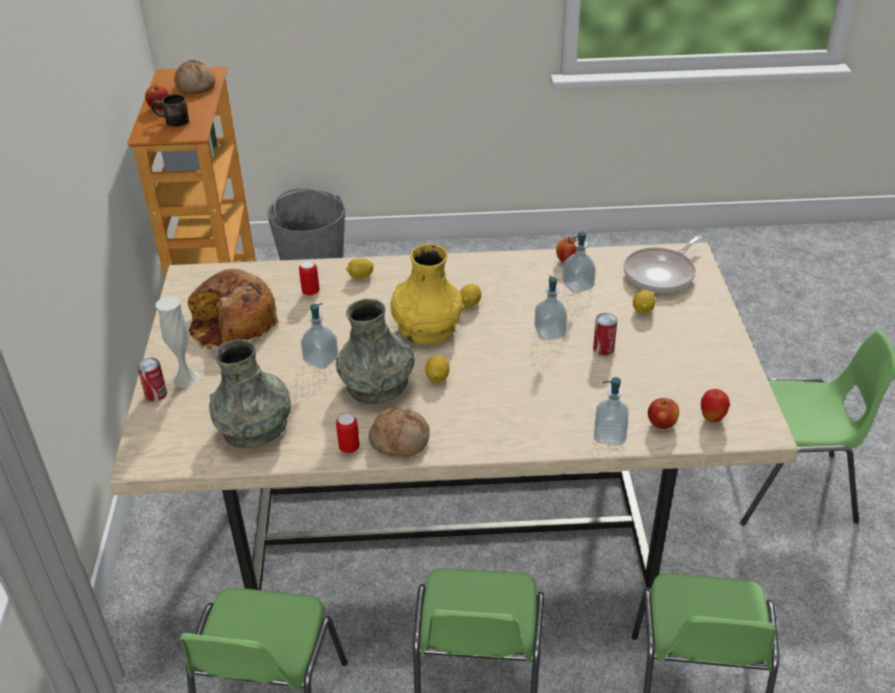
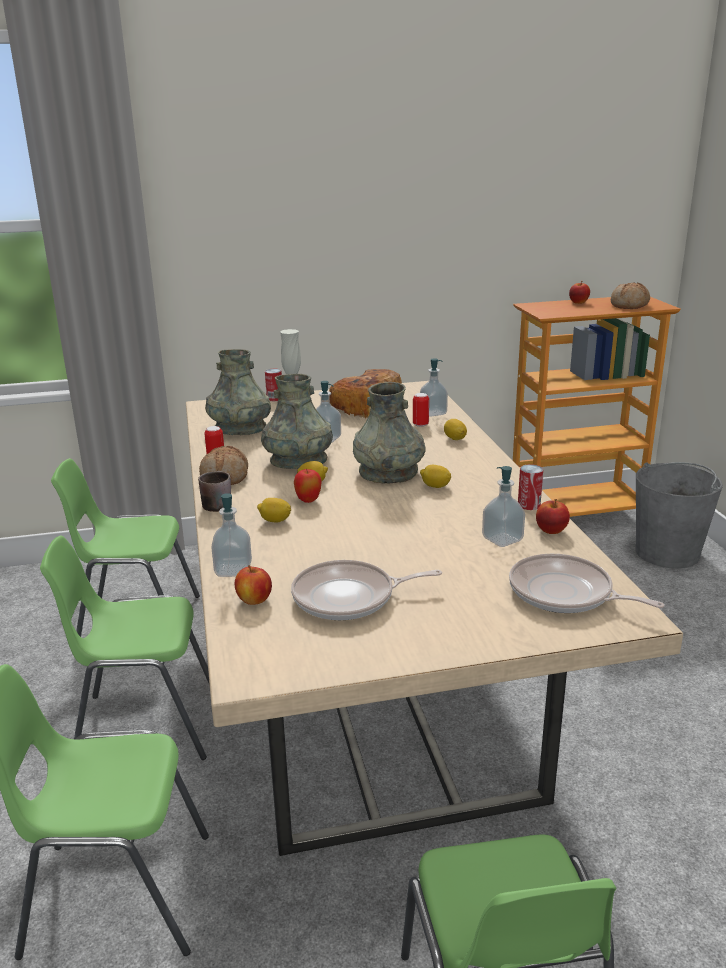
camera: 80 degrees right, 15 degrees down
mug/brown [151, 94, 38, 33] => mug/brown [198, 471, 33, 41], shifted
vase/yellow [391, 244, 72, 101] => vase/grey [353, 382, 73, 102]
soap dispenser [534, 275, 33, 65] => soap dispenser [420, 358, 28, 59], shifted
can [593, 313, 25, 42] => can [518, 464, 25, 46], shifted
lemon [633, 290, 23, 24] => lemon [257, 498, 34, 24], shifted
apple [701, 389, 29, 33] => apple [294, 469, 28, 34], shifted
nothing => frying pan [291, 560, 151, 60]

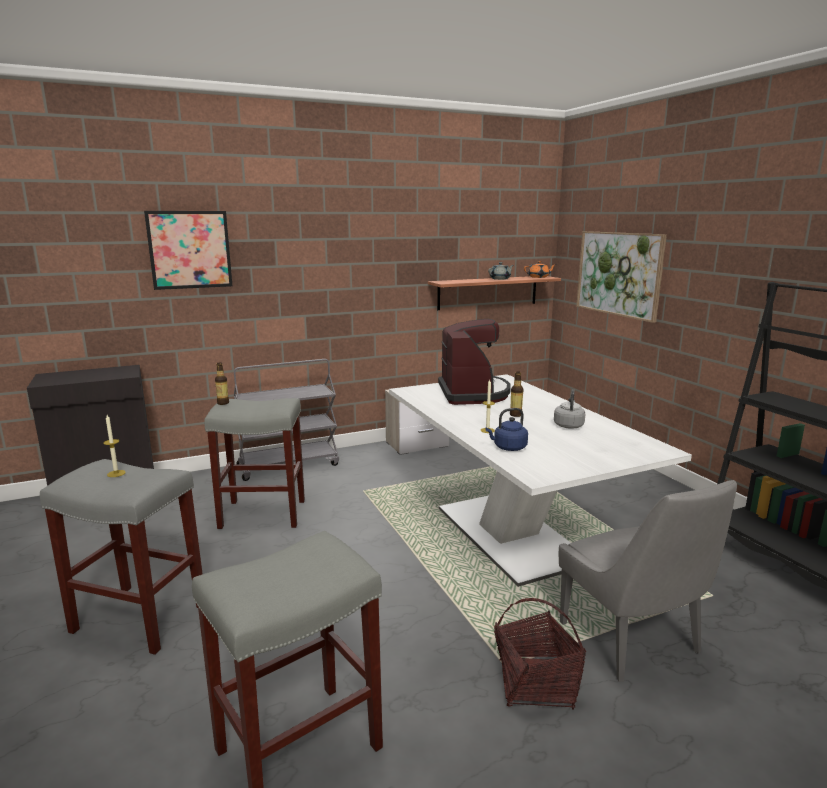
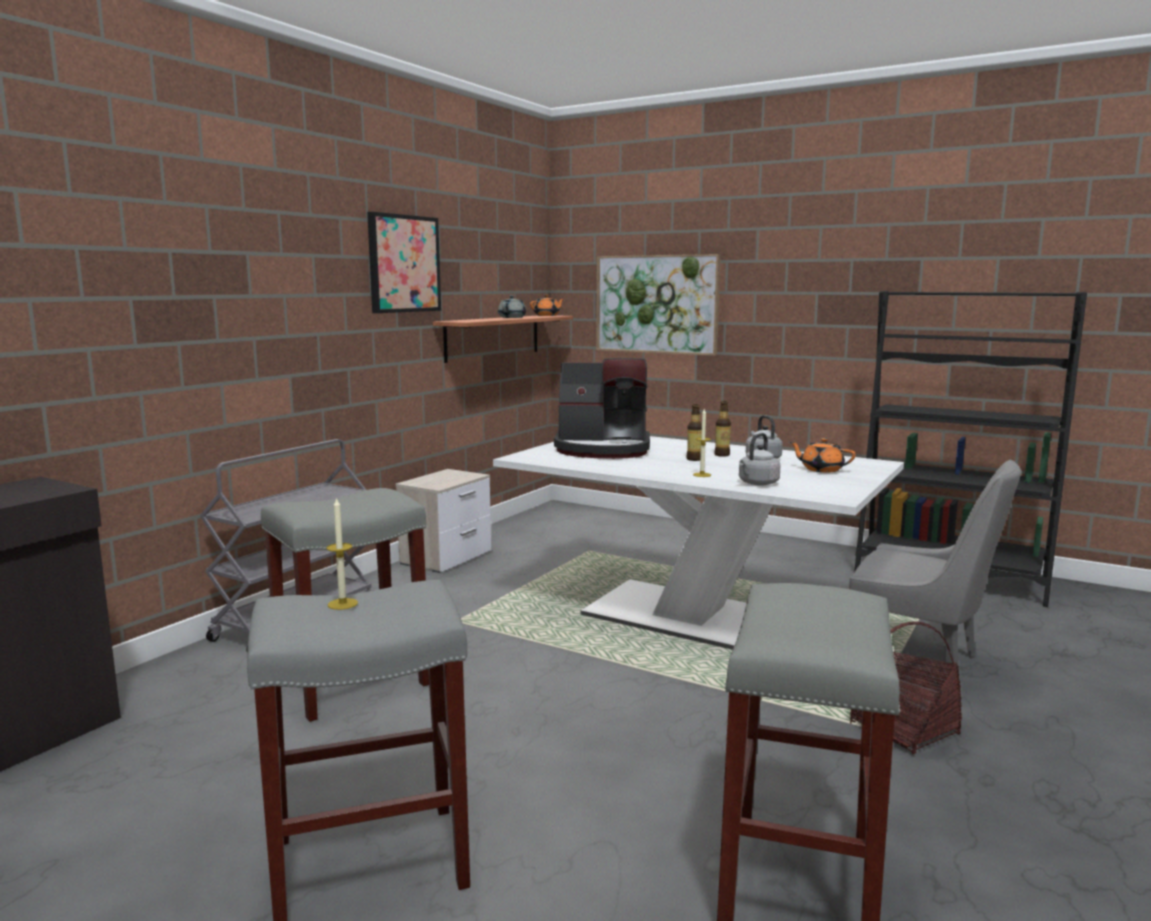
camera: 35 degrees left, 5 degrees down
picture [144, 211, 88, 79] => picture [367, 212, 74, 101], shifted
bottle [215, 363, 14, 42] => bottle [715, 401, 16, 56], shifted
coffee machine [438, 319, 73, 86] => coffee machine [554, 358, 96, 101], 135 degrees clockwise
kettle/blue [485, 408, 43, 43] => kettle/grey [739, 433, 41, 53]
nothing => teapot/orange [789, 438, 67, 34]

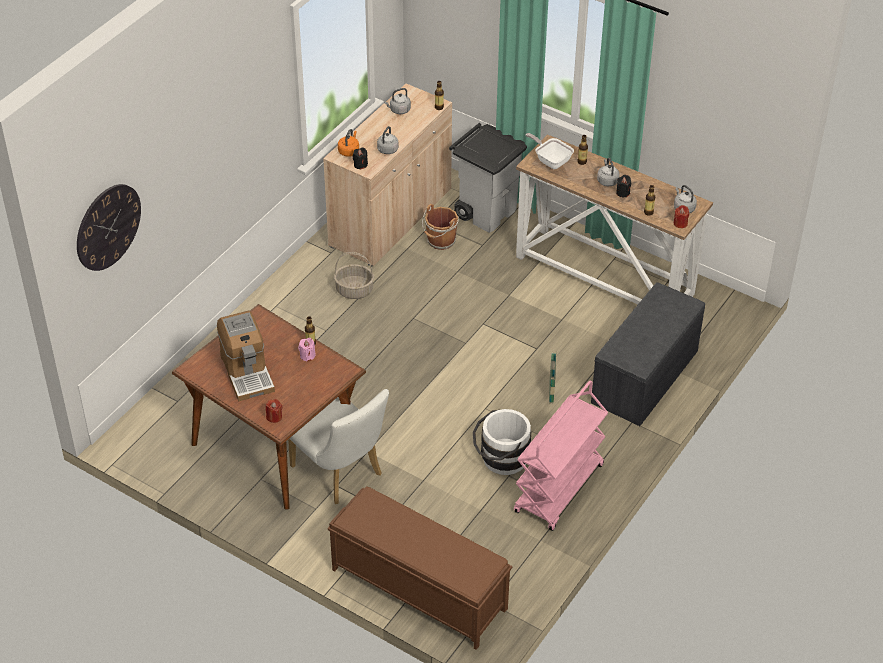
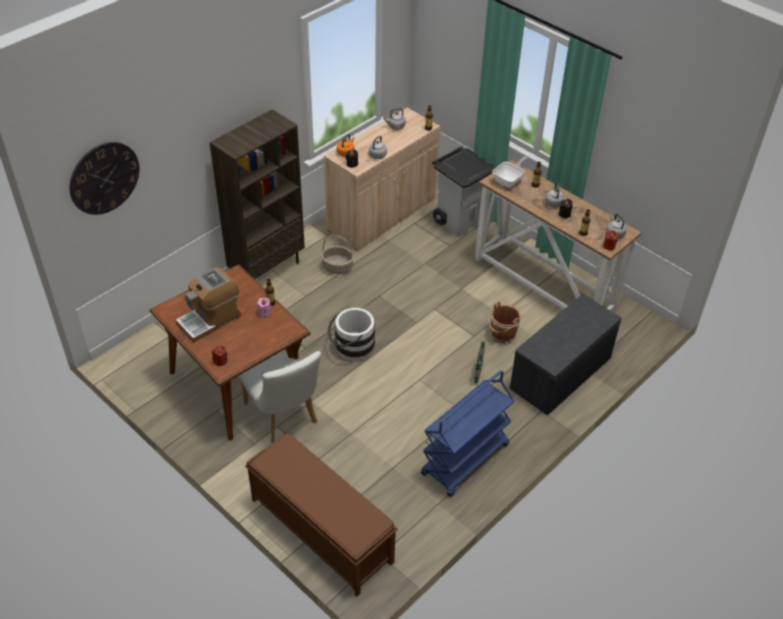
camera: 10 degrees right, 0 degrees up
coffee machine [217, 311, 58, 90] => coffee machine [176, 267, 65, 75], 60 degrees clockwise
bucket/brown [422, 204, 37, 46] => bucket/brown [488, 301, 34, 42], shifted
bucket/white [473, 409, 58, 66] => bucket/white [328, 308, 47, 53], shifted
cart/pink [514, 381, 94, 150] => cart/blue [421, 370, 94, 127]
frying pan [525, 133, 49, 36] => frying pan [492, 157, 36, 31], 75 degrees clockwise
nothing => bookcase/brown [210, 109, 95, 170]

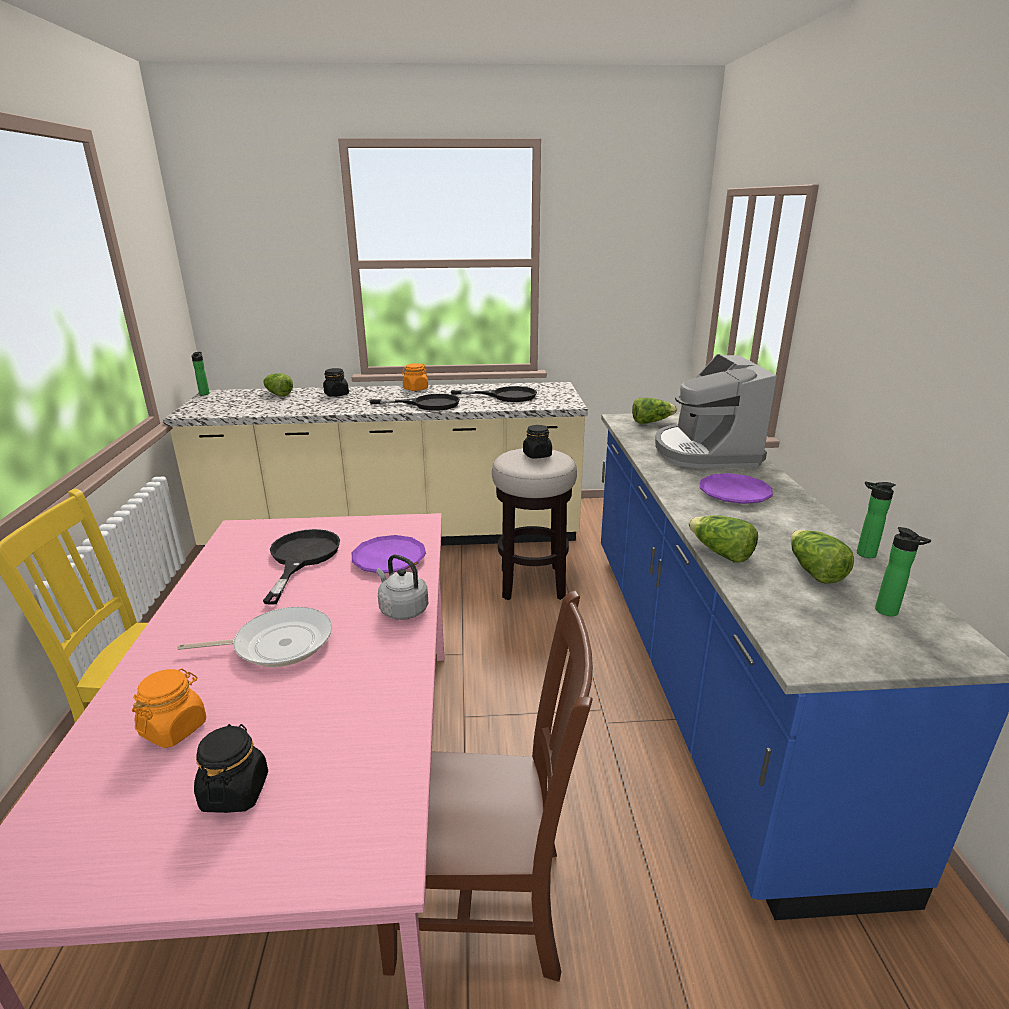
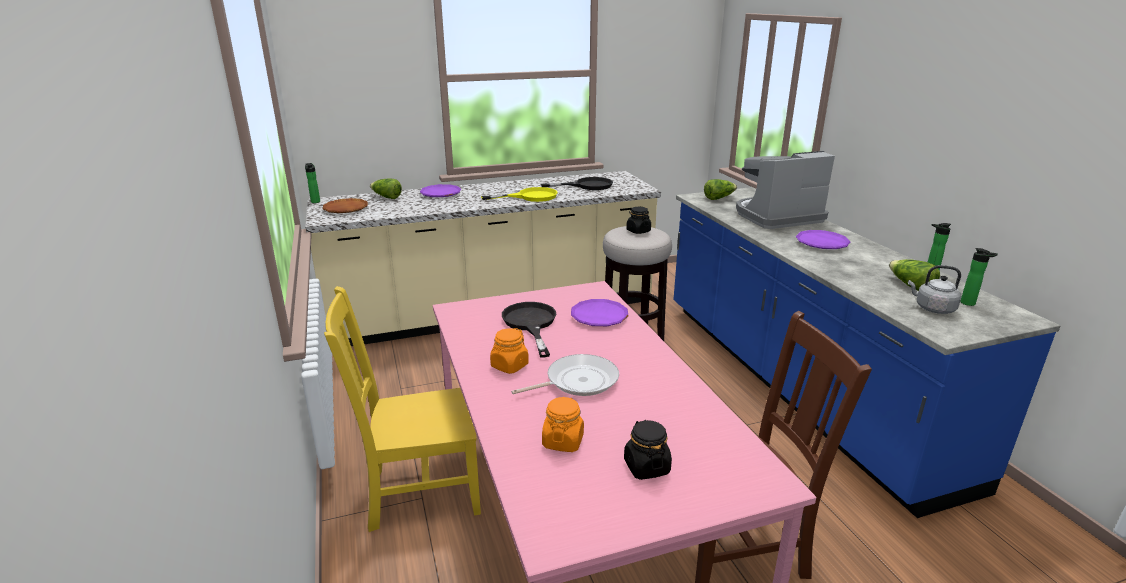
camera: 15 degrees left, 0 degrees up
jar/black [323, 368, 26, 29] => plate/purple [420, 184, 41, 13]
frying pan/black [369, 394, 91, 17] => frying pan/yellow [481, 187, 77, 15]
kettle/grey [376, 554, 52, 66] => kettle/grey [908, 265, 53, 49], shifted
jar/orange [402, 363, 26, 28] => jar/orange [490, 328, 39, 46], shifted
coffee machine [655, 354, 122, 114] => coffee machine [736, 151, 99, 78], 90 degrees clockwise
lettuce [688, 515, 70, 48] => nothing
nothing => plate/brown [323, 198, 45, 15]

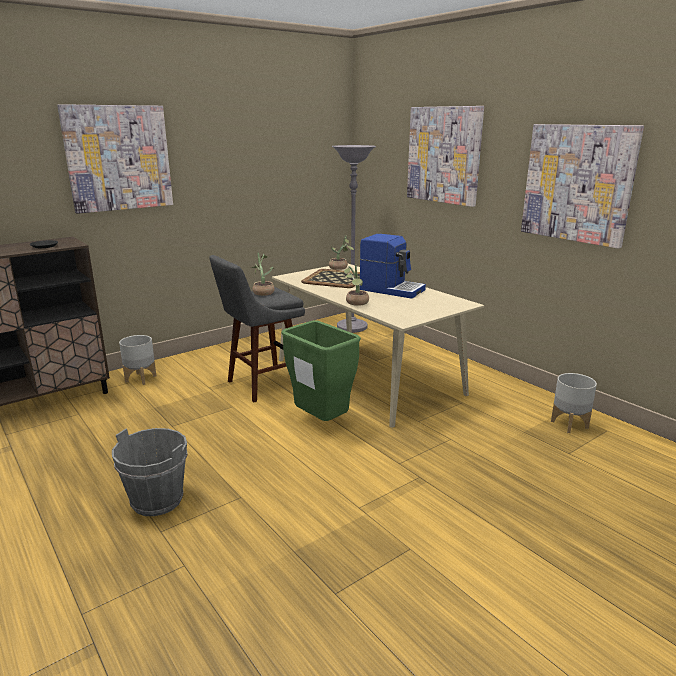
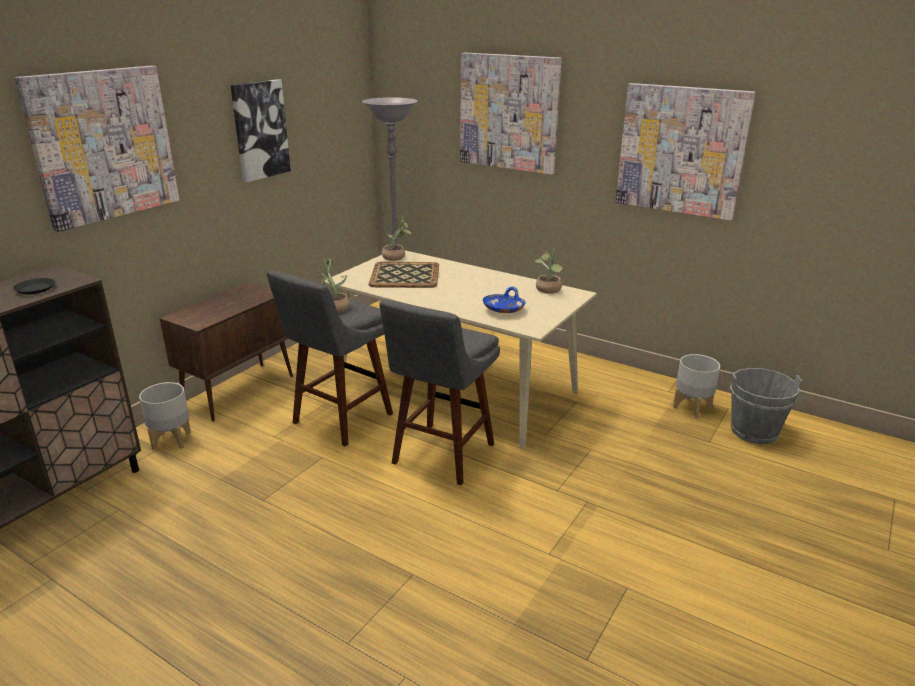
camera: 20 degrees left, 5 degrees up
bucket/grey [112, 428, 75, 88] => bucket/grey [730, 368, 73, 76], shifted
trash can/green [281, 320, 80, 101] => stool/grey [379, 300, 121, 185]
potted plant [344, 265, 25, 41] => potted plant [535, 249, 27, 45], shifted
coffee machine [360, 234, 66, 65] => nothing
nothing => cabinet/brown [160, 282, 133, 140]
nothing => picture [230, 79, 61, 103]
nothing => bowl/blue [483, 287, 43, 26]

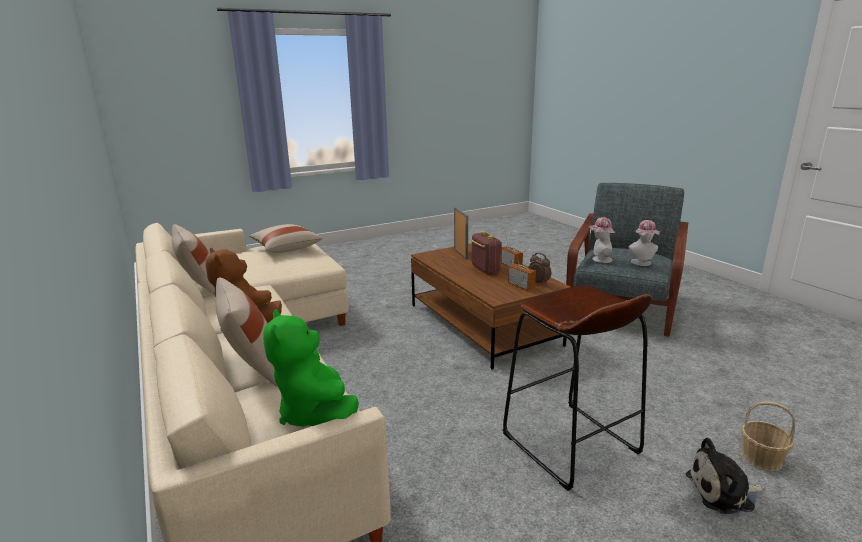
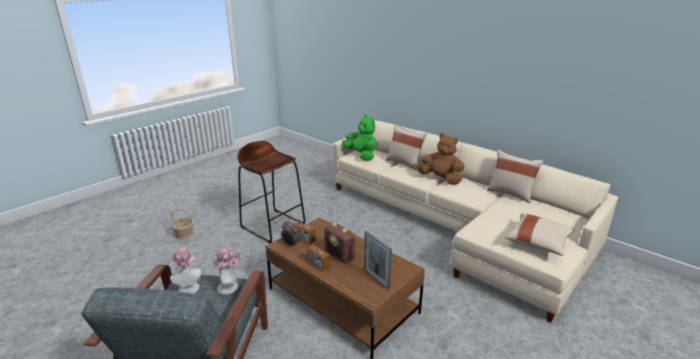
camera: 160 degrees right, 5 degrees up
plush toy [686, 438, 79, 76] => nothing

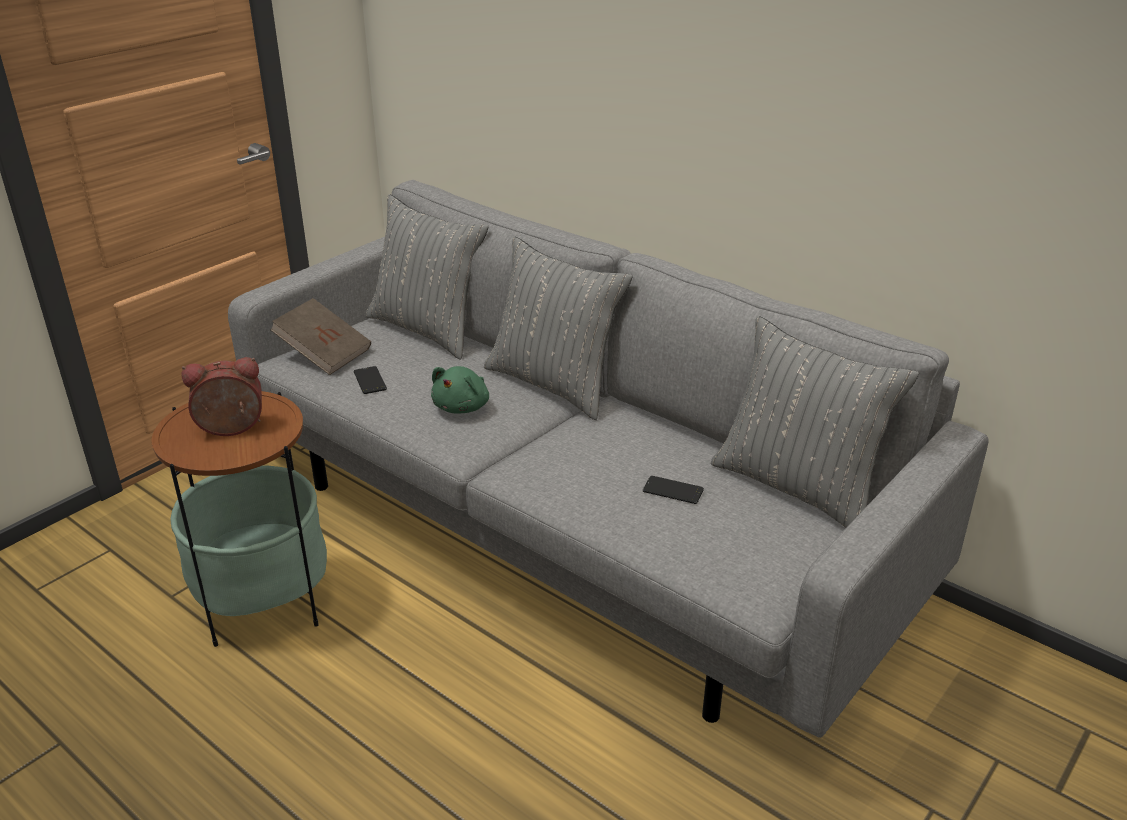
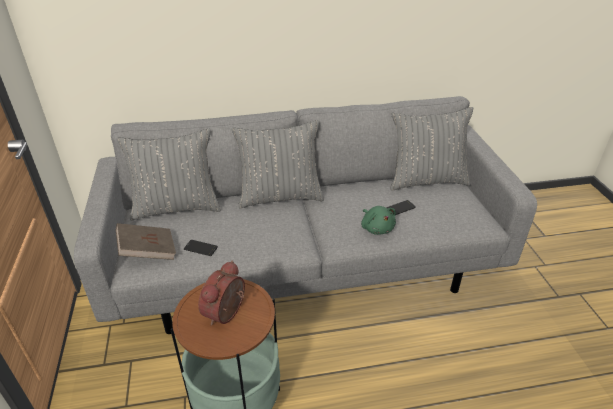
camera: 50 degrees left, 5 degrees up
plush toy/green [431, 366, 58, 48] => plush toy/green [361, 206, 35, 29], shifted

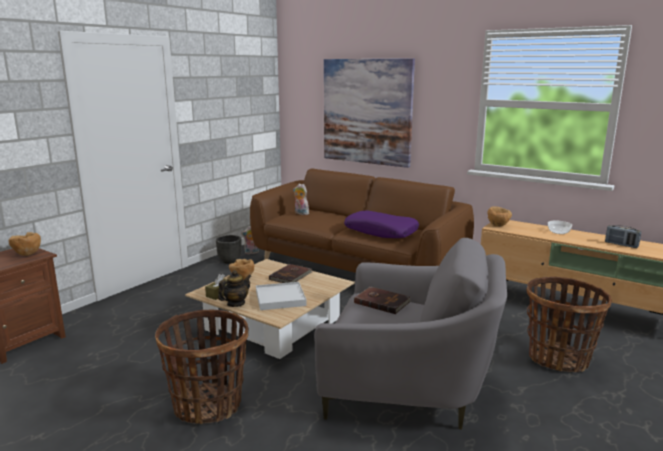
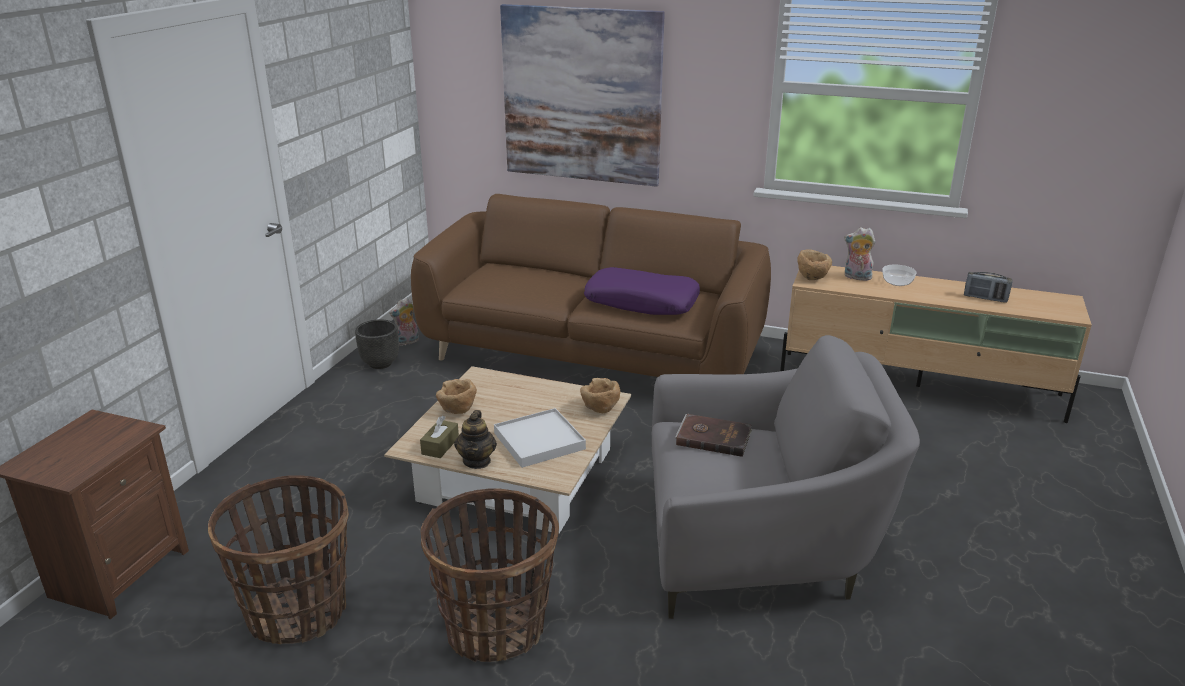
camera: 15 degrees left, 10 degrees up
bowl/brown [9, 232, 32, 24] => bowl/brown [580, 378, 40, 35], shifted
teapot [218, 270, 33, 37] => teapot [454, 410, 43, 59], 150 degrees clockwise
book/brown [269, 264, 44, 19] => nothing
plush toy [293, 183, 16, 32] => plush toy [844, 227, 31, 54], shifted
basket [527, 277, 85, 96] => basket [208, 475, 141, 170], shifted

